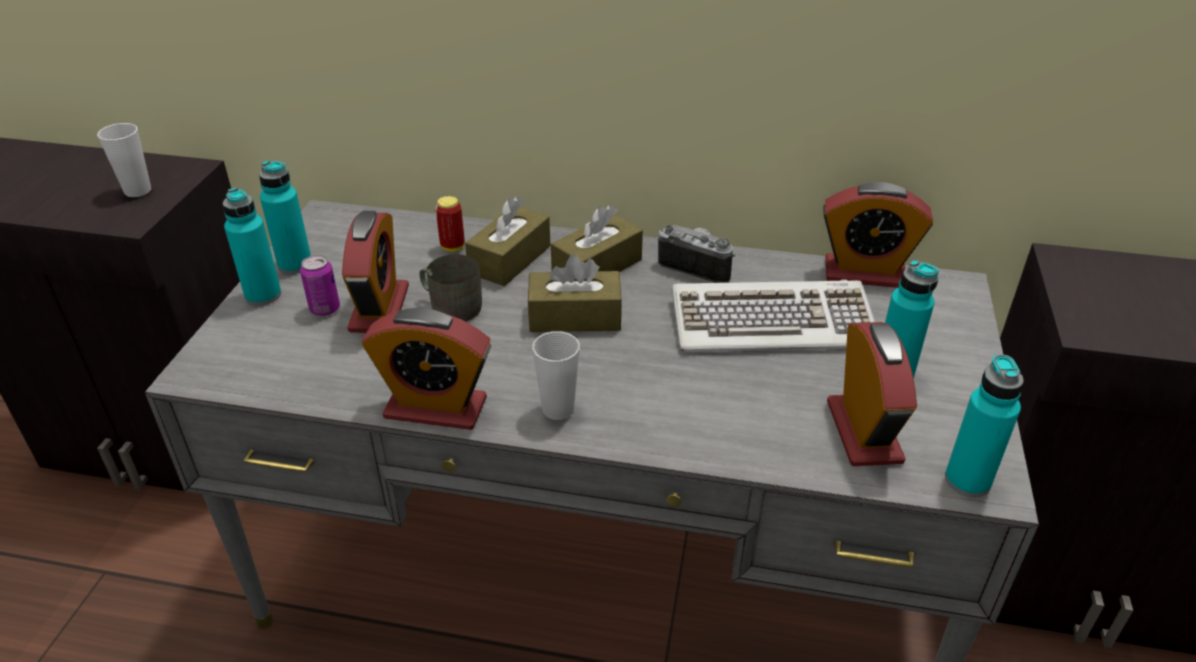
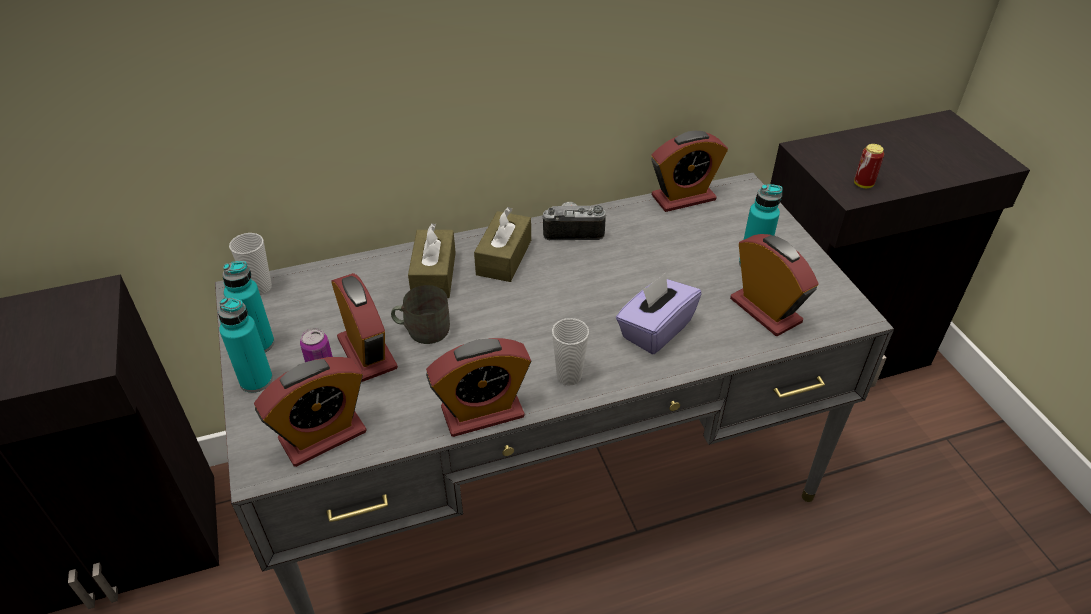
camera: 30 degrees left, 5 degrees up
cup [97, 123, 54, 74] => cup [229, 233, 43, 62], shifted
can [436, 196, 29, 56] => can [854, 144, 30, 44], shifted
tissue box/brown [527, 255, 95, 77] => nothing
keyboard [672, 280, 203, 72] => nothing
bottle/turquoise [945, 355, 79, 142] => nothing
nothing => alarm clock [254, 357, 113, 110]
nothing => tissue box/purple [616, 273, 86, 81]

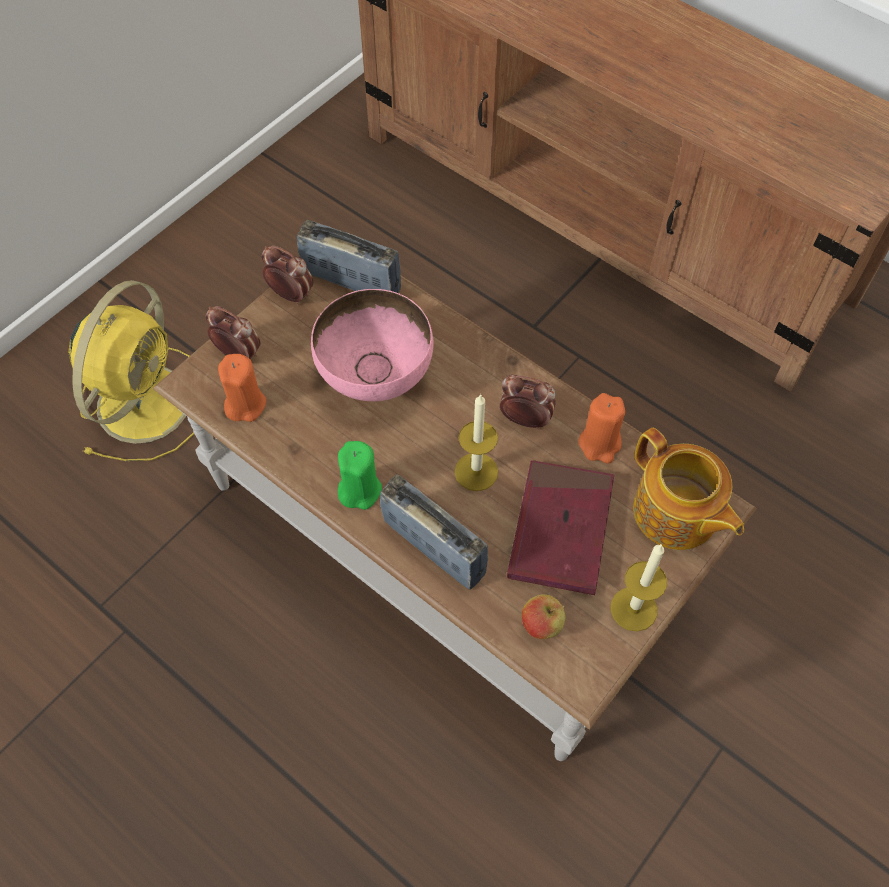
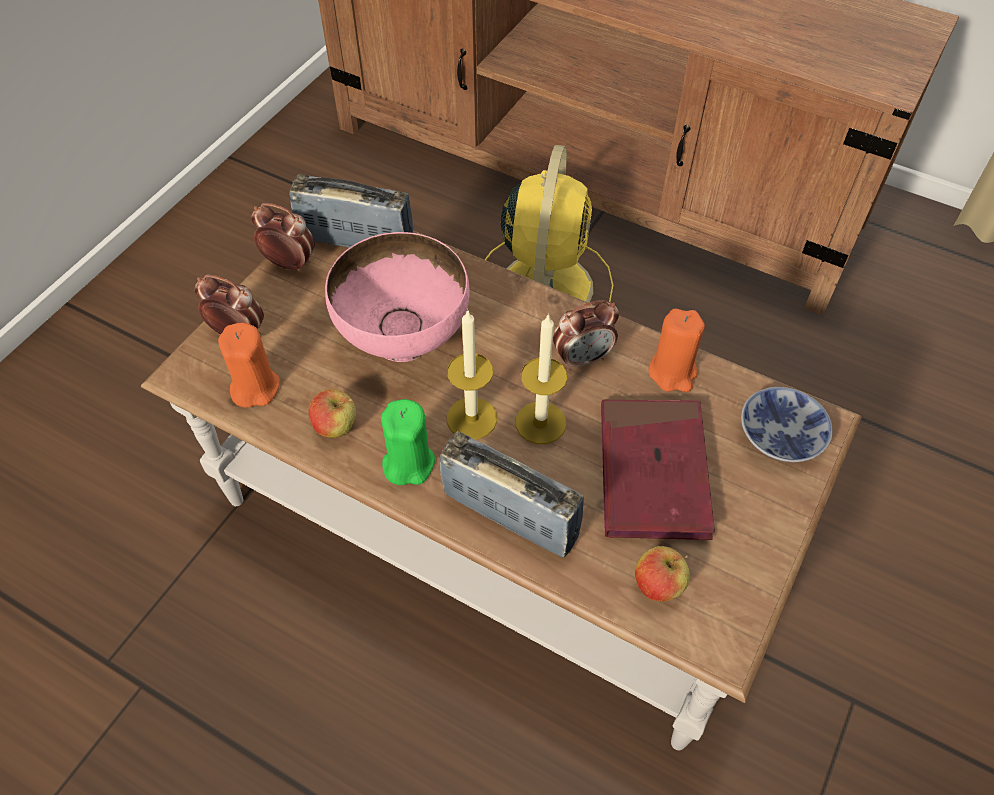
camera: 10 degrees left, 5 degrees down
fan/yellow [68, 280, 126, 181] => fan/yellow [485, 145, 128, 158], shifted
alarm clock [500, 375, 56, 55] => alarm clock [553, 300, 66, 71], 150 degrees clockwise
candle [611, 544, 56, 88] => candle [447, 309, 50, 131], shifted
teapot [633, 428, 111, 122] => bowl [741, 387, 92, 75]
nothing => apple [309, 389, 47, 49]

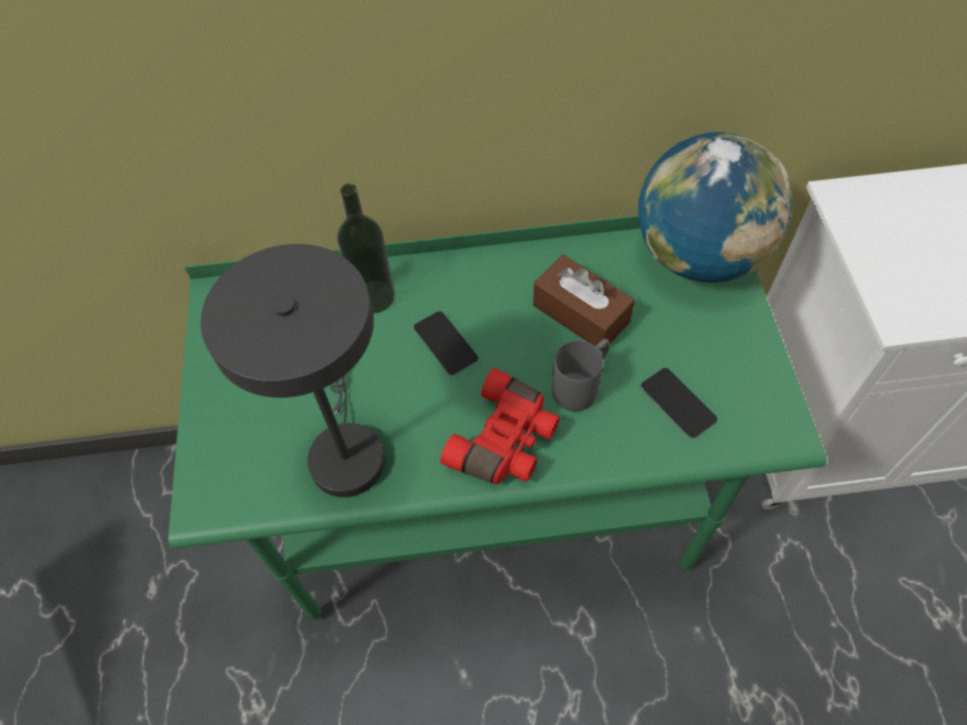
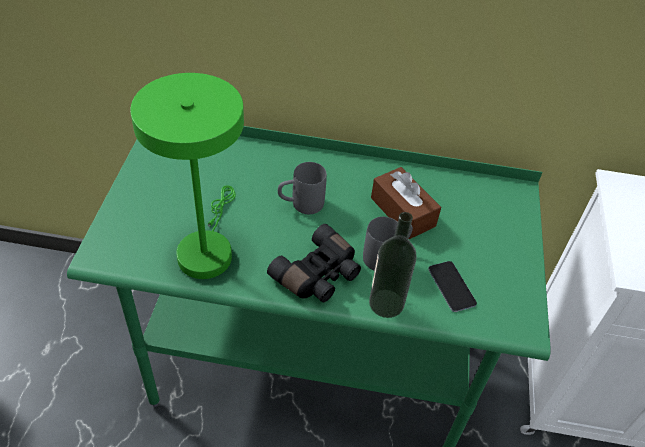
camera: 10 degrees right, 10 degrees down
table lamp/grey [201, 244, 184, 253] => table lamp/green [130, 73, 114, 206]
bottle [337, 184, 58, 129] => bottle [369, 212, 48, 106], shifted
phone [414, 311, 65, 65] => mug/grey [278, 162, 49, 52]
binoculars/red [440, 368, 120, 116] => binoculars/black [267, 224, 94, 78]
globe [638, 132, 154, 151] => nothing

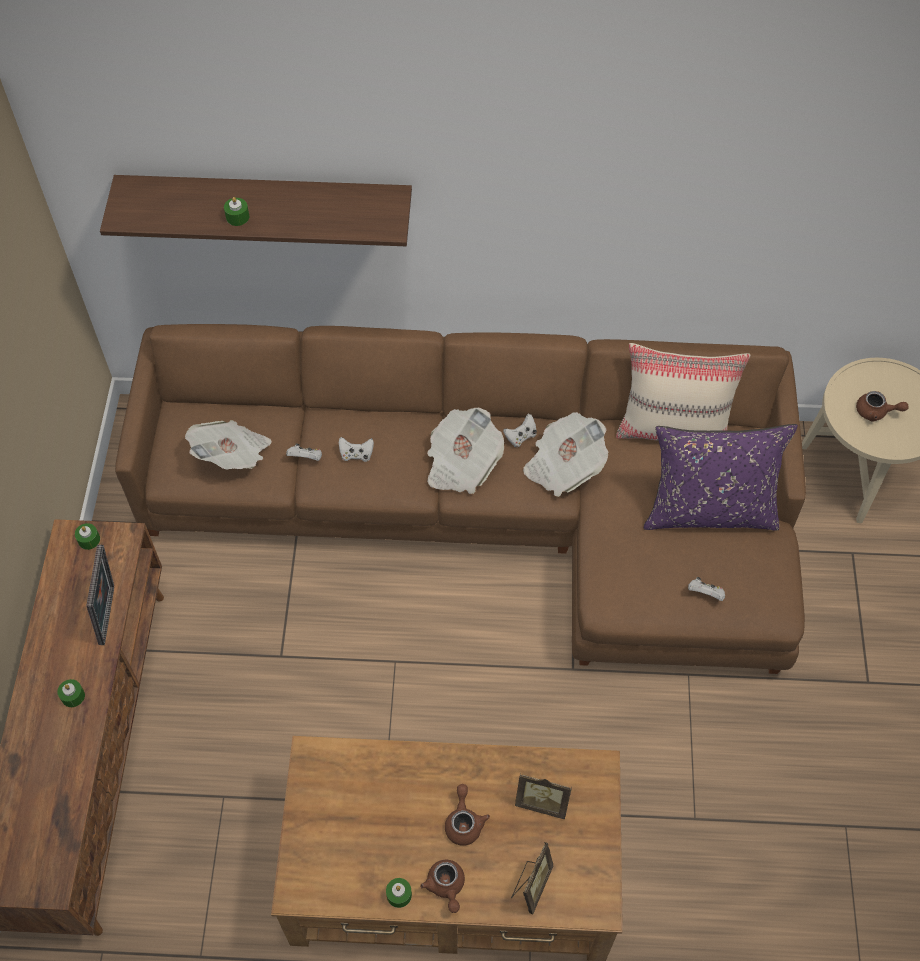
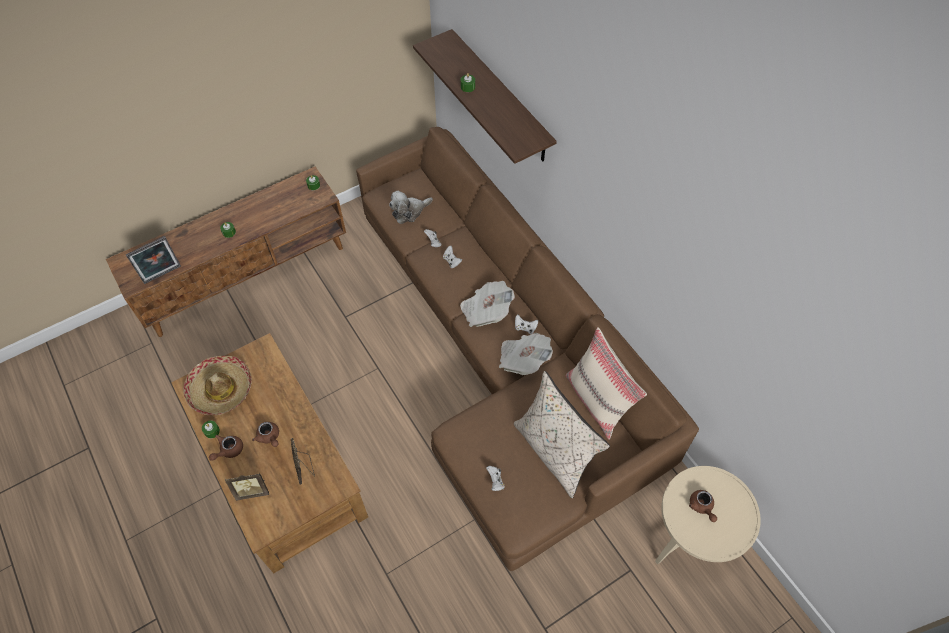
camera: 55 degrees right, 0 degrees up
picture frame [86, 545, 28, 100] => picture frame [126, 236, 55, 48], shifted
newspaper [185, 420, 87, 50] => plush toy [389, 191, 44, 33]
teapot/brown [445, 784, 45, 62] => teapot/brown [252, 422, 27, 25], 90 degrees clockwise
pillow/purple [644, 424, 154, 107] => pillow/beige [514, 371, 96, 127]
nothing => hat [183, 356, 69, 59]

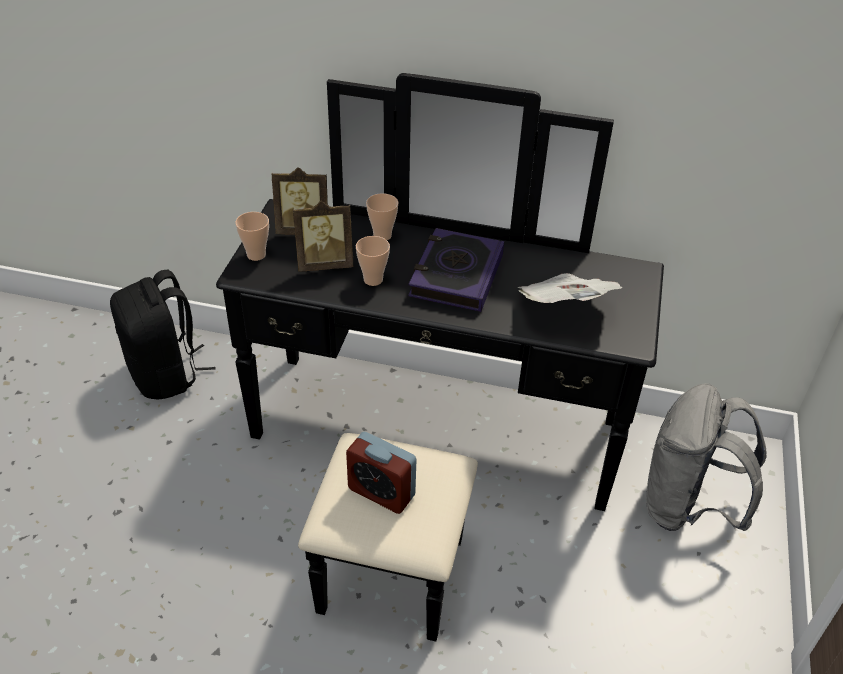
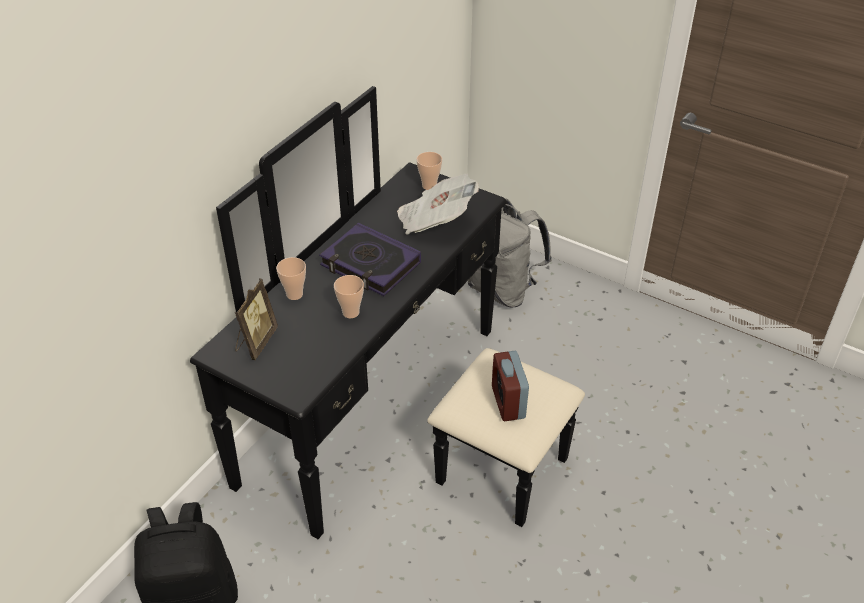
camera: 70 degrees left, 0 degrees up
cup [235, 212, 34, 49] => cup [416, 152, 26, 38], shifted
picture frame [293, 201, 60, 71] => nothing
alarm clock [346, 432, 70, 82] => alarm clock [492, 351, 37, 70], 120 degrees clockwise

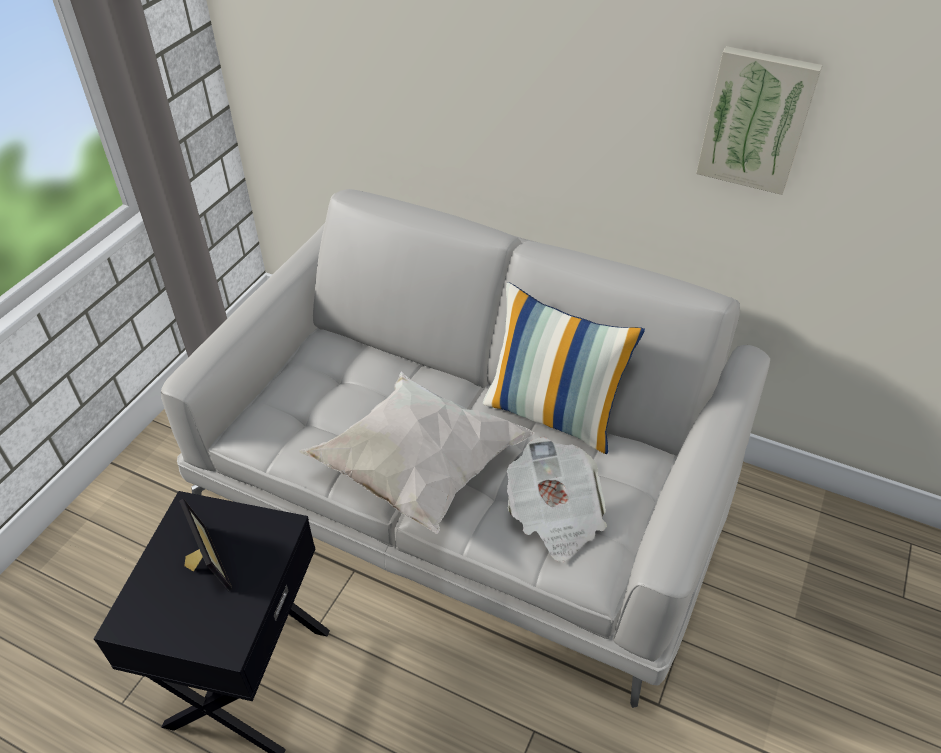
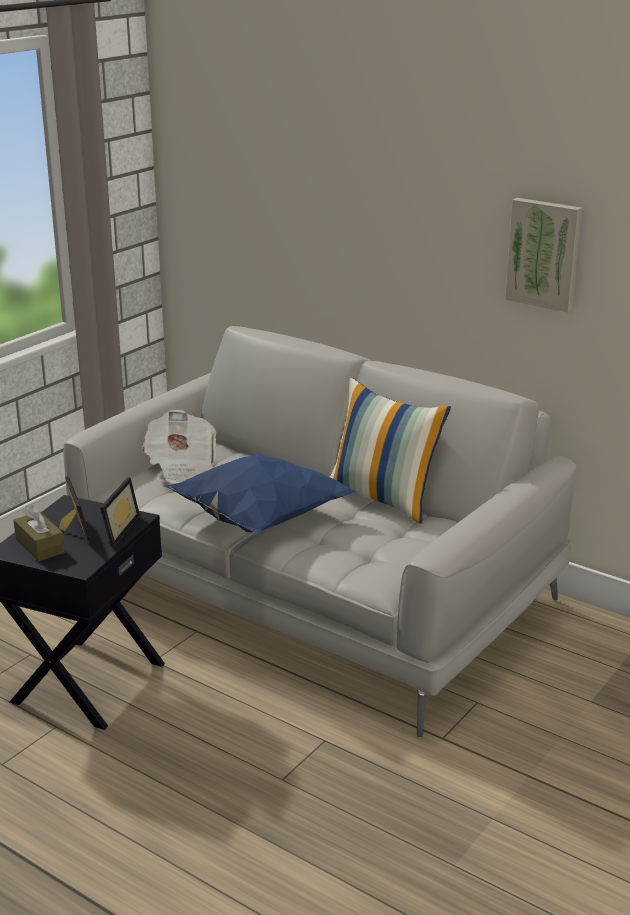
camera: 10 degrees right, 20 degrees down
pillow/white [299, 372, 235, 162] => pillow/blue [163, 453, 194, 81]
newspaper [507, 437, 100, 125] => newspaper [142, 410, 74, 74], shifted
nothing => tissue box/brown [13, 506, 52, 56]
nothing => picture frame [100, 477, 40, 70]

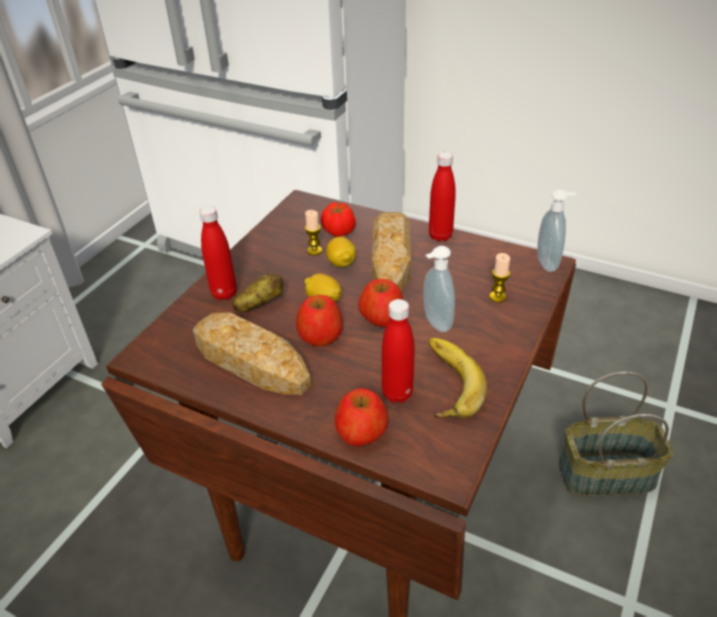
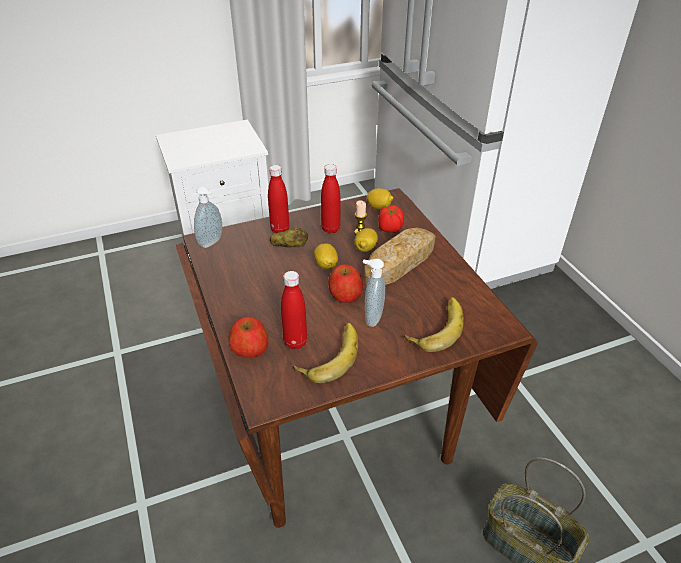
camera: 40 degrees right, 0 degrees up
bread [193, 313, 118, 82] => nothing
apple [296, 295, 47, 51] => nothing
bottle/red [429, 152, 27, 89] => bottle/red [321, 164, 20, 70], shifted
candle [489, 253, 21, 49] => banana [404, 297, 60, 55]
soap dispenser [537, 189, 39, 83] => soap dispenser [194, 186, 28, 62], shifted
nothing => lemon [367, 188, 27, 21]

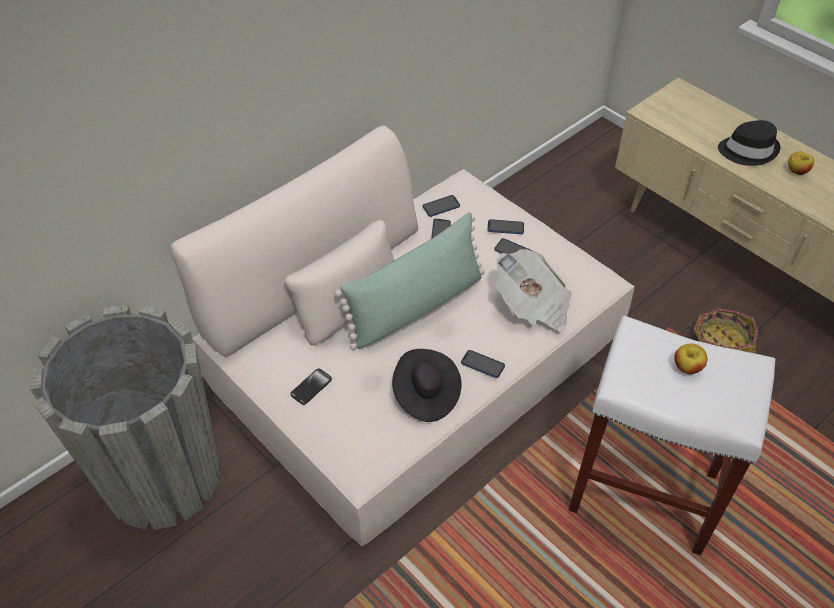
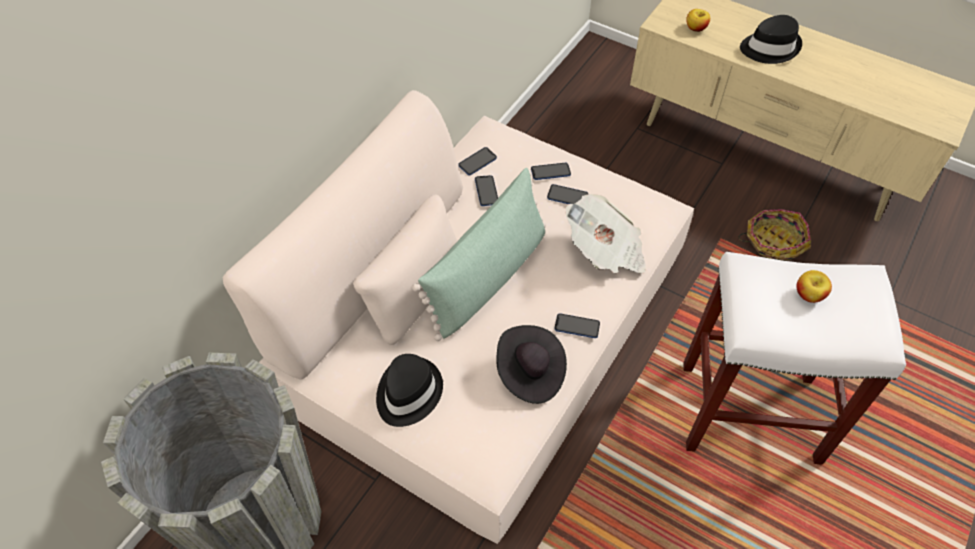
camera: 15 degrees left, 5 degrees up
phone [290, 369, 42, 36] => hat/black [376, 354, 67, 73]
apple [788, 151, 26, 24] => apple [686, 9, 24, 23], shifted

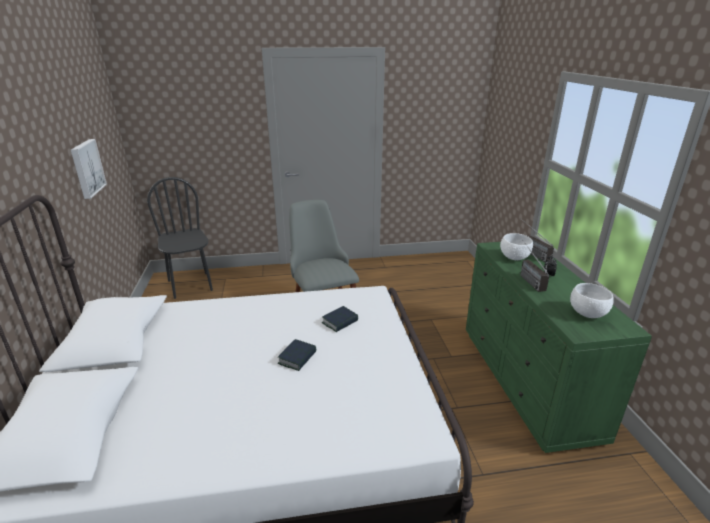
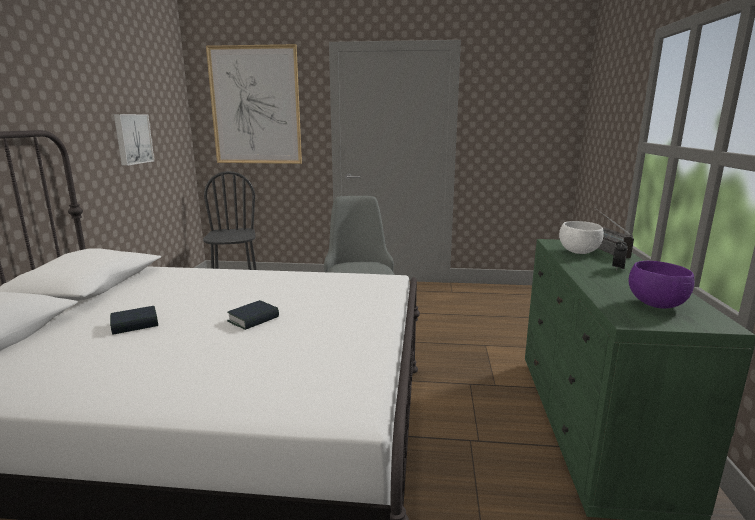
camera: 15 degrees right, 10 degrees down
book [322, 306, 36, 26] => book [110, 306, 48, 29], shifted
radio [520, 241, 29, 51] => nothing
bowl/white [570, 283, 44, 35] => bowl/purple [629, 261, 66, 48]
nothing => picture [206, 44, 96, 120]

